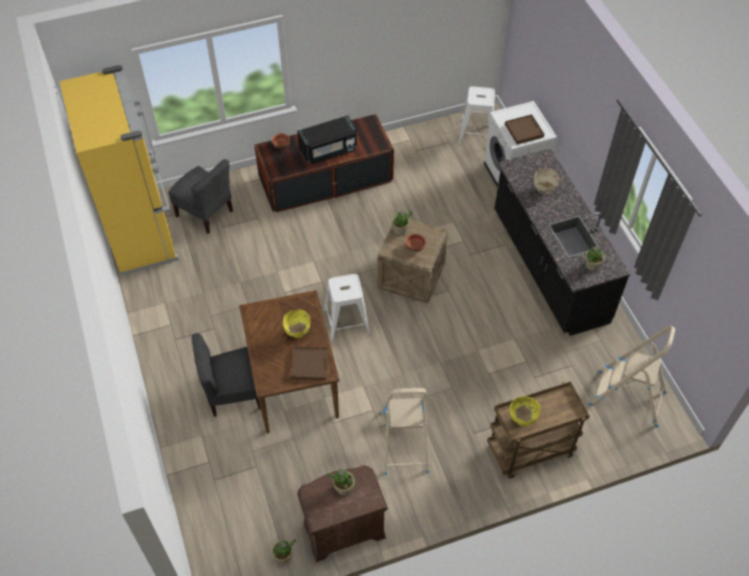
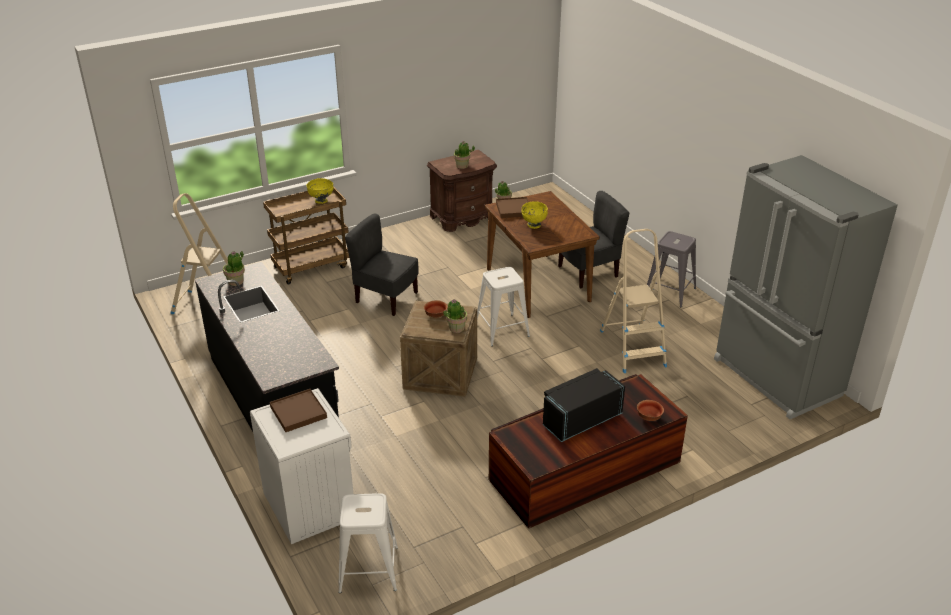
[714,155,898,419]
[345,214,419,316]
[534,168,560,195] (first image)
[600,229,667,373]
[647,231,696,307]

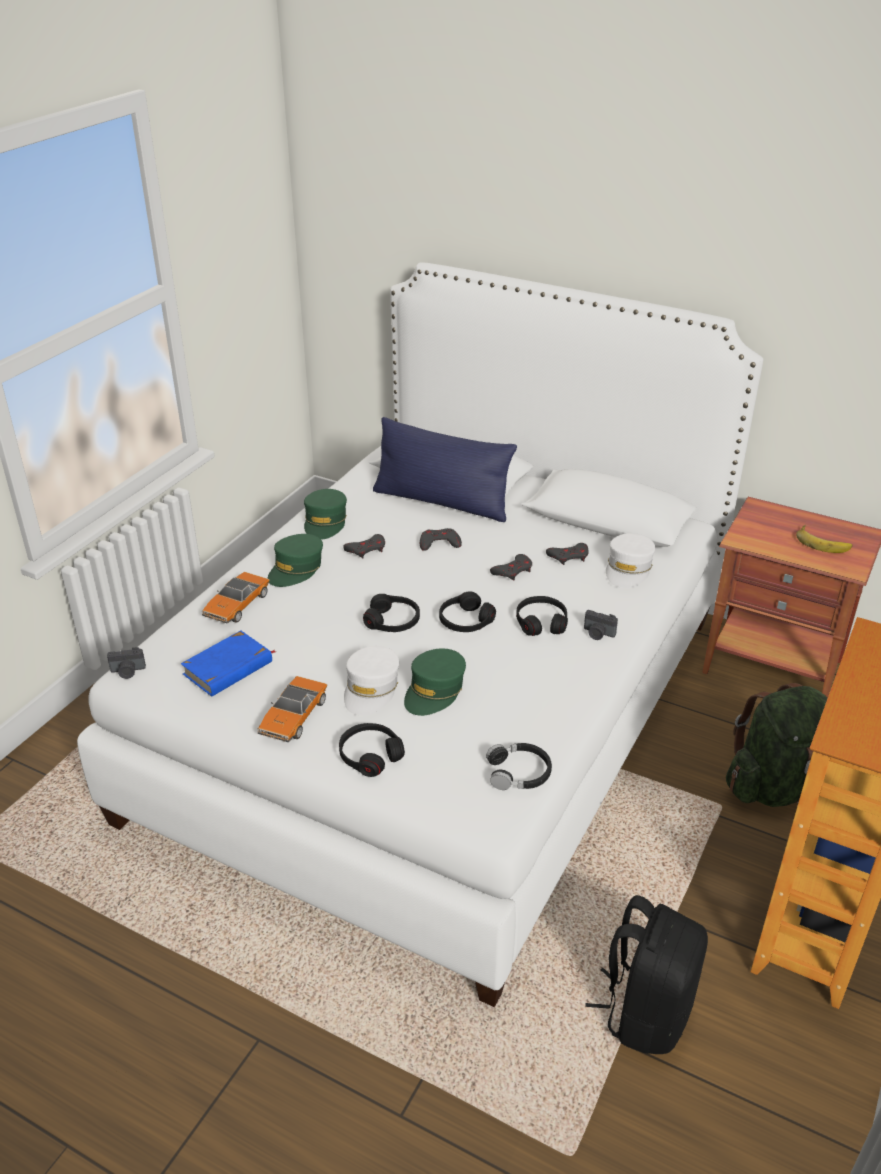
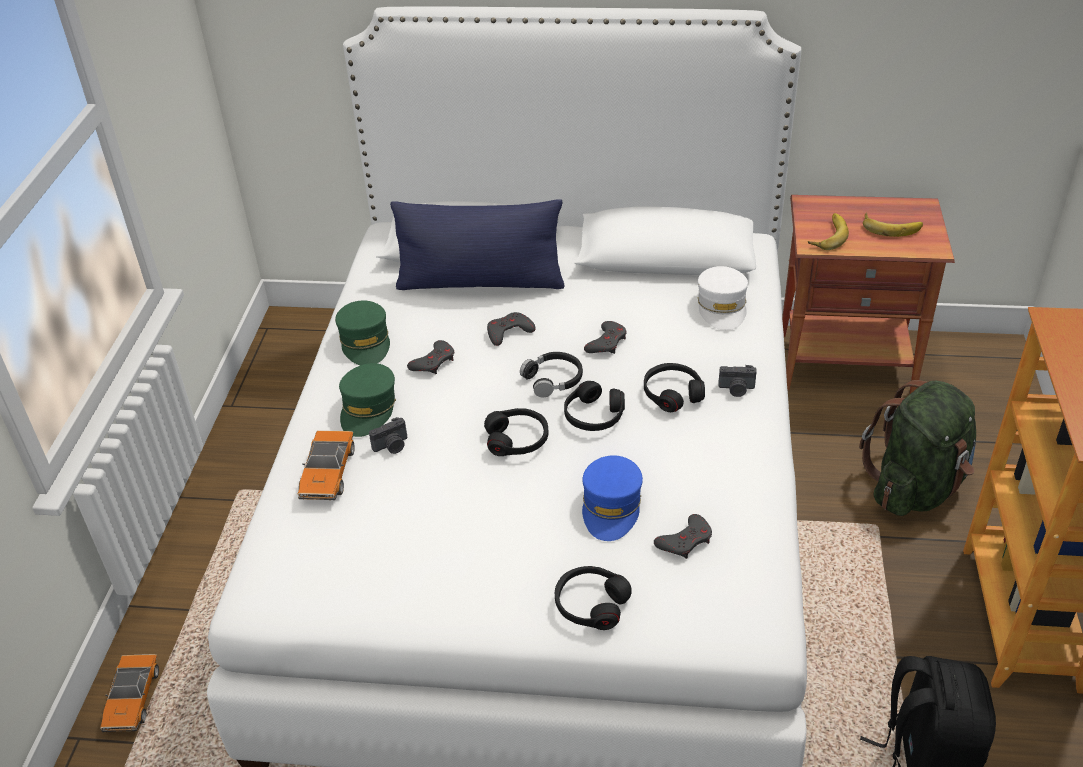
[654,514,712,559]
[181,630,276,697] (first image)
[344,646,399,716] (first image)
[369,417,407,454]
[582,455,643,541]
[100,654,159,732]
[520,352,583,397]
[808,213,849,250]

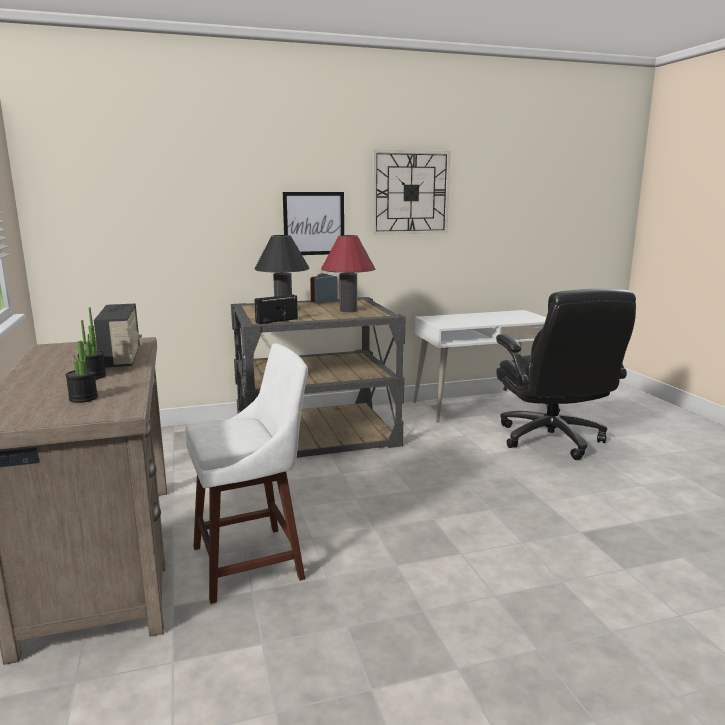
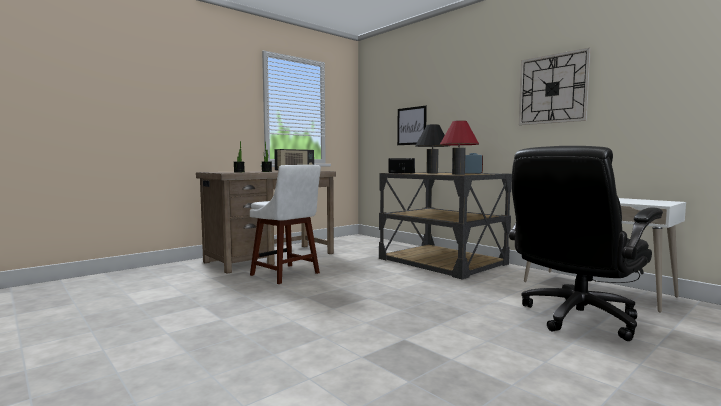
[397,106,427,145]

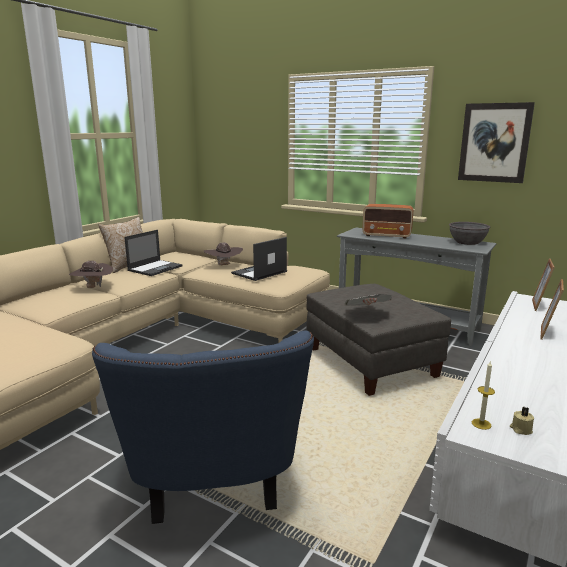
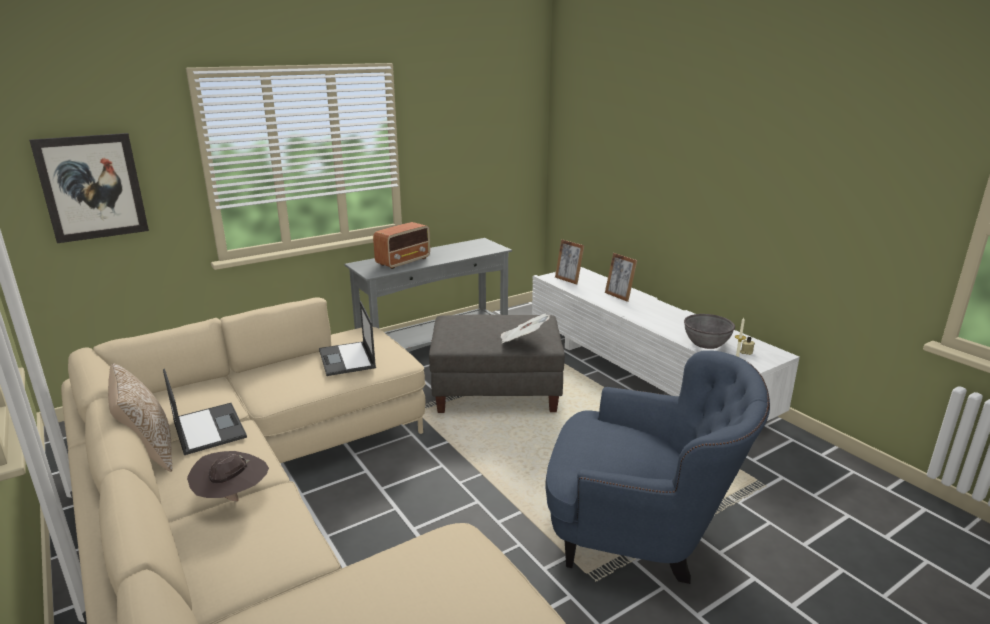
[29,133,149,243]
[684,314,735,349]
[204,242,243,265] (first image)

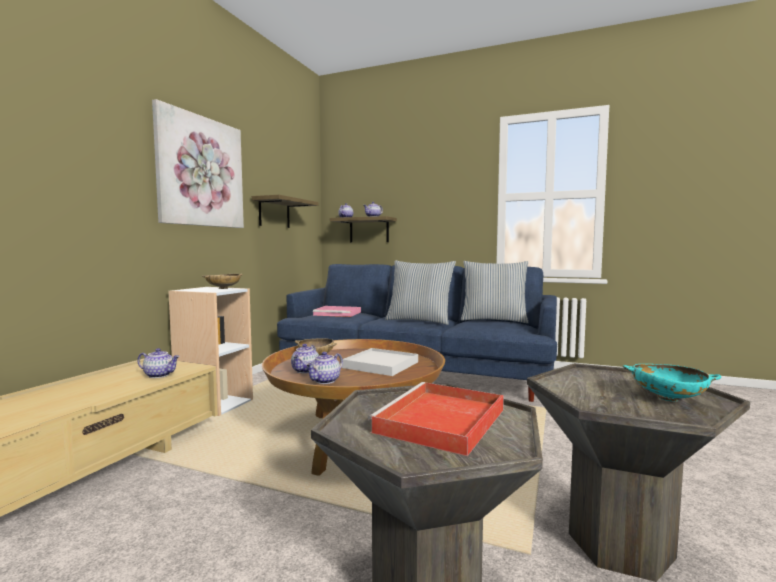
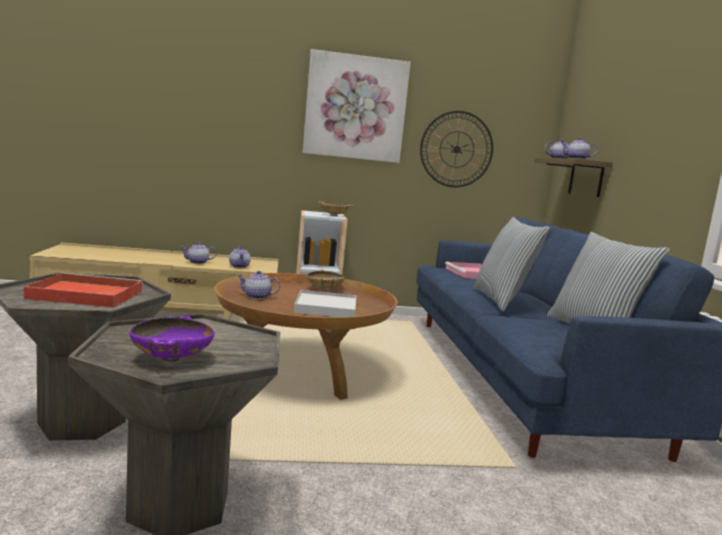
[420,111,493,187]
[180,242,217,264]
[130,316,214,362]

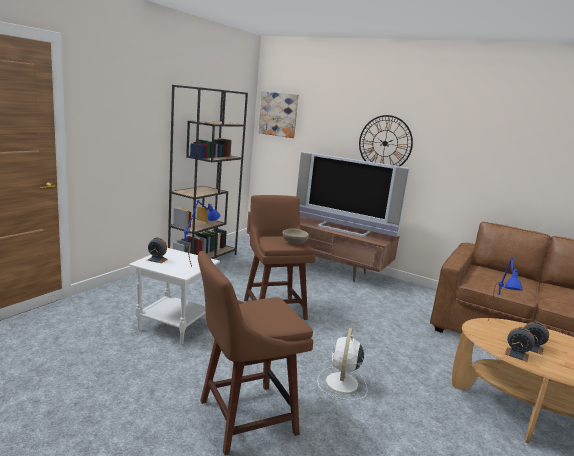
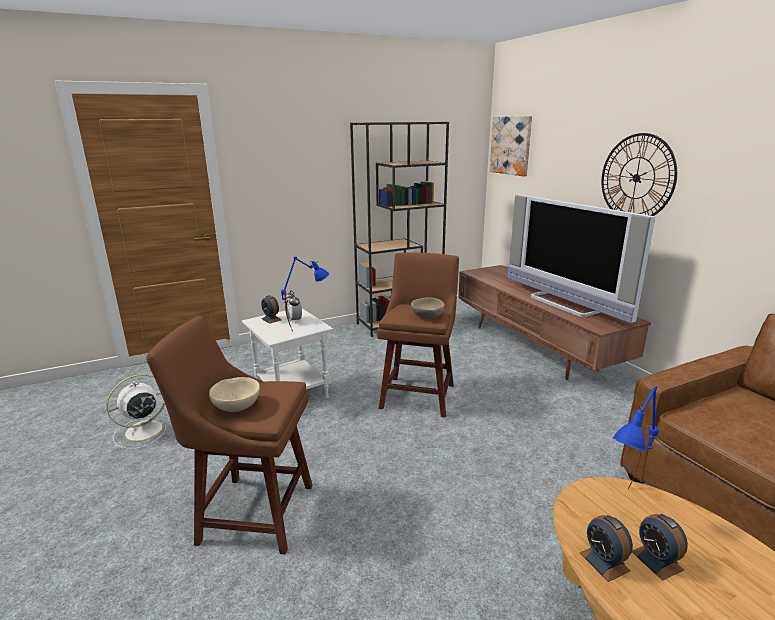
[106,374,170,449]
[285,291,302,323]
[209,377,260,412]

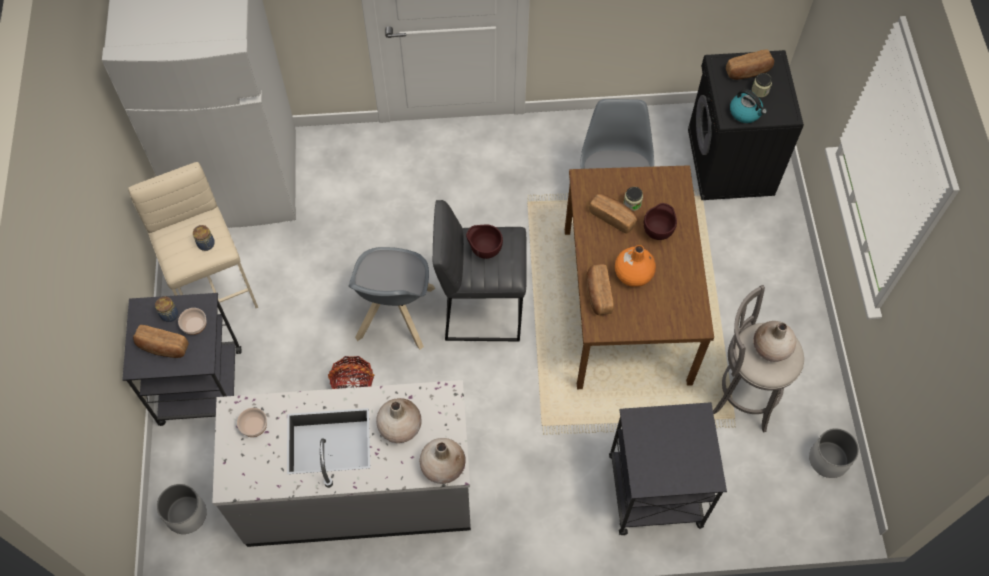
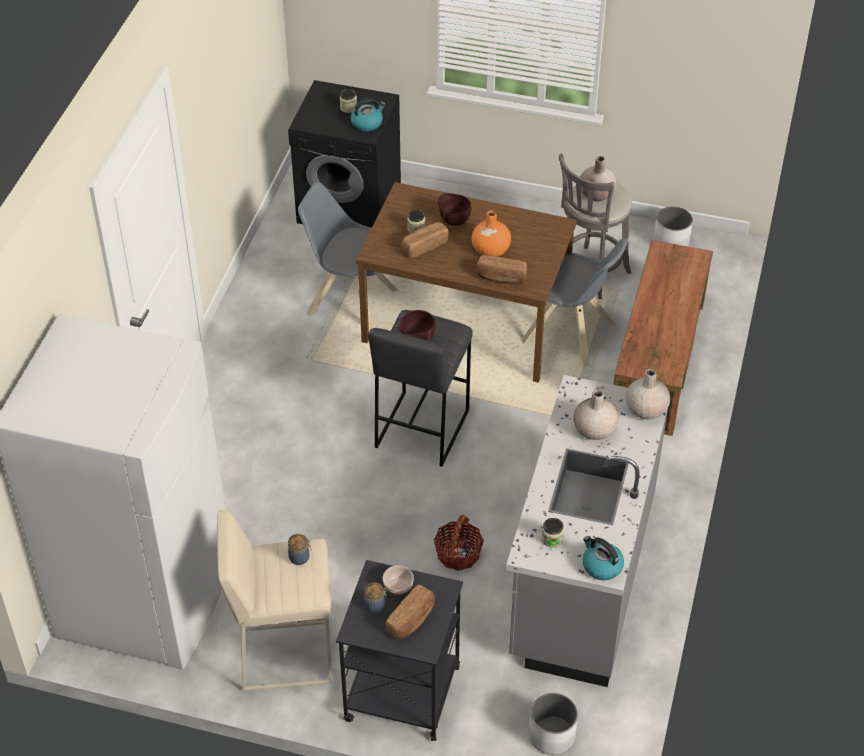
[726,50,774,80] (first image)
[521,238,628,367]
[613,240,713,436]
[541,518,564,548]
[582,536,624,580]

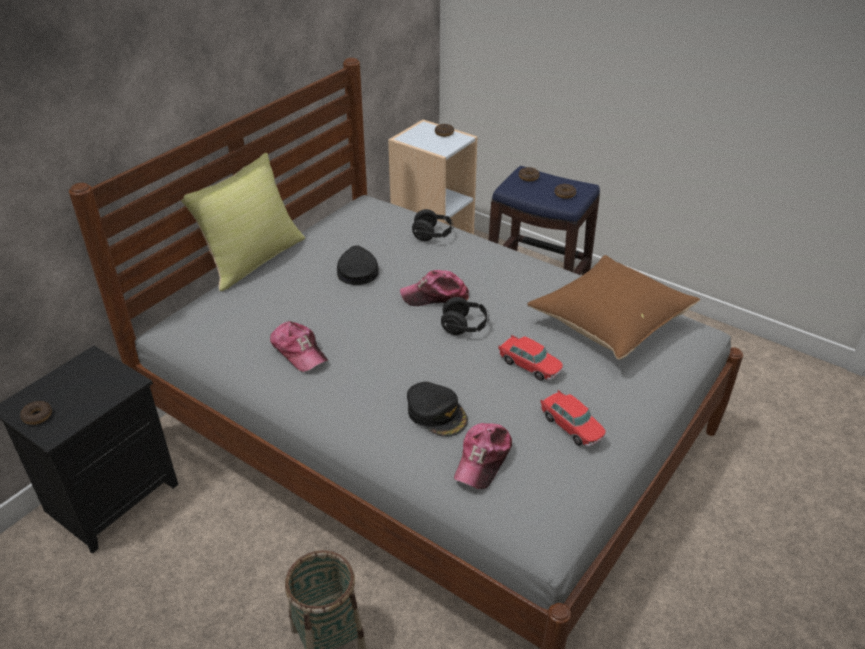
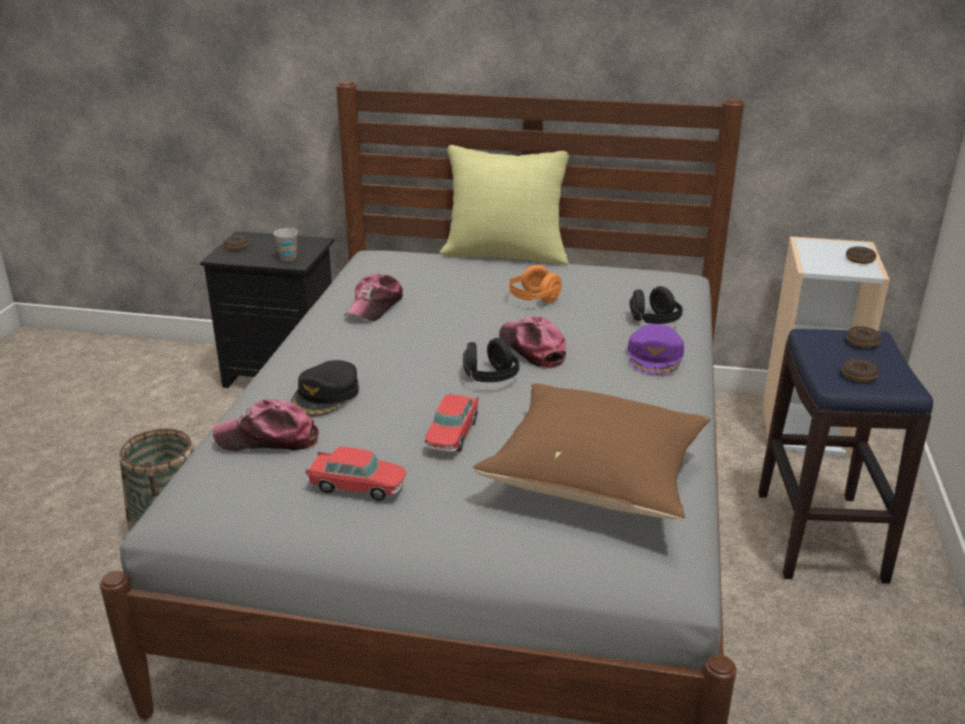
[508,265,562,303]
[306,446,406,501]
[274,228,298,261]
[628,324,684,375]

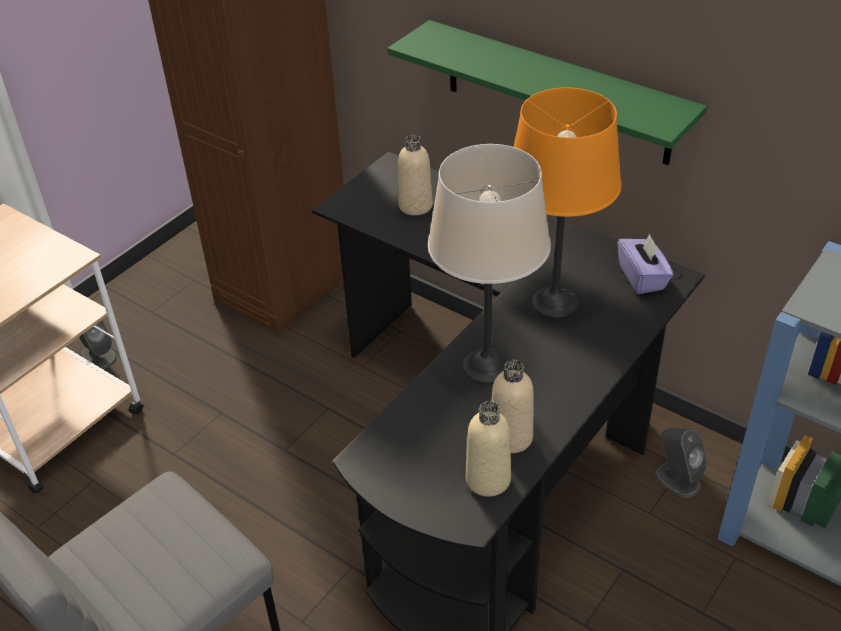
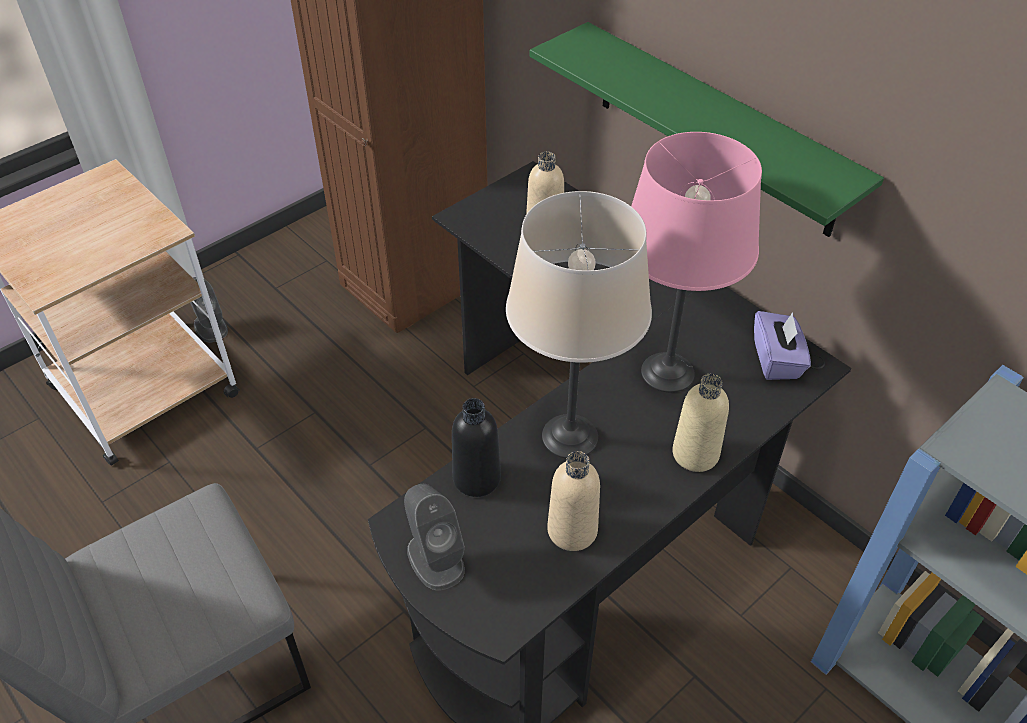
[631,132,762,392]
[672,374,729,472]
[404,484,465,590]
[452,398,501,497]

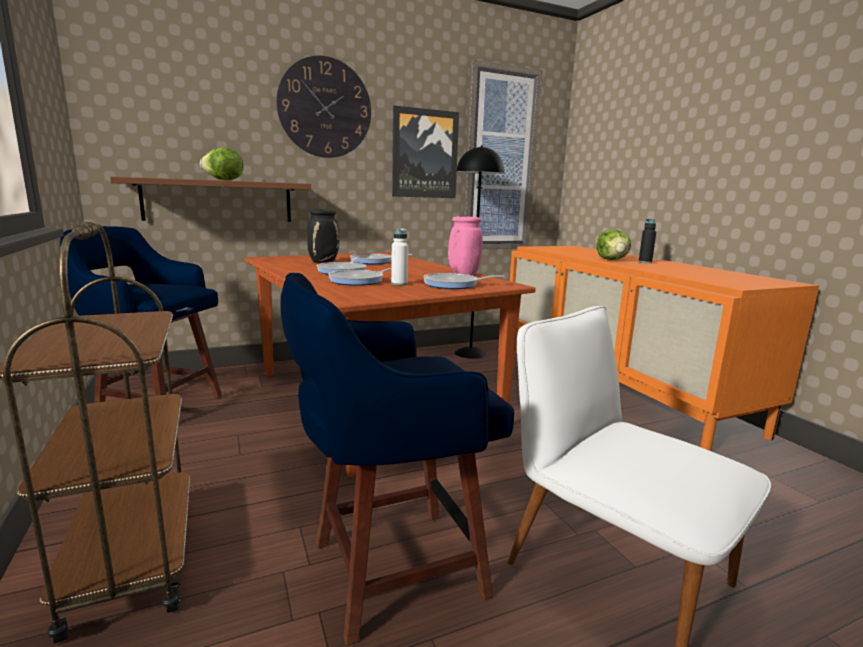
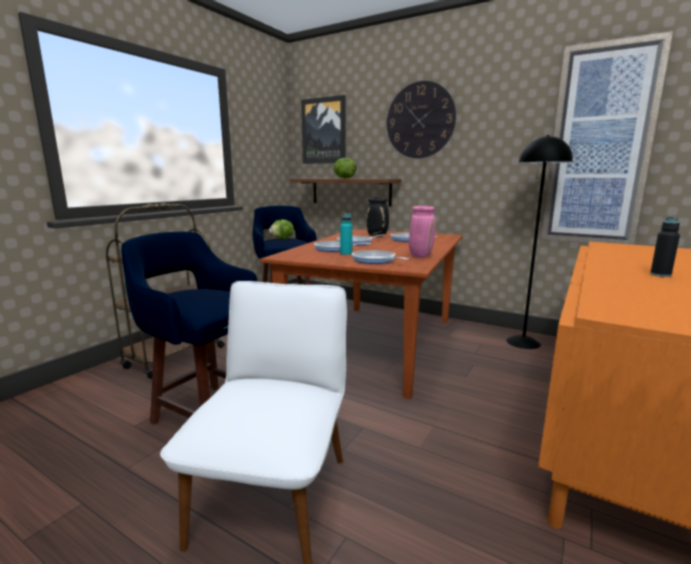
[301,95,345,164]
[340,213,352,255]
[269,219,294,239]

